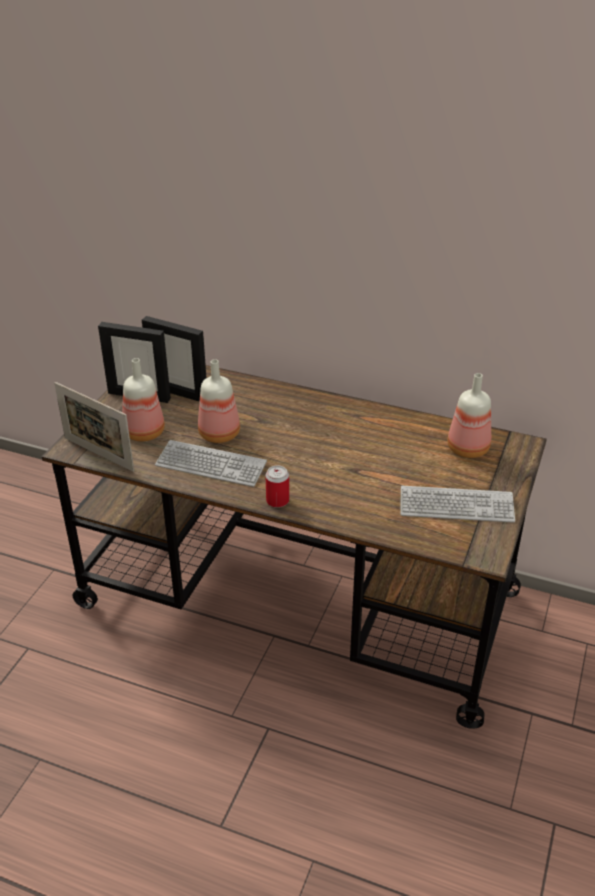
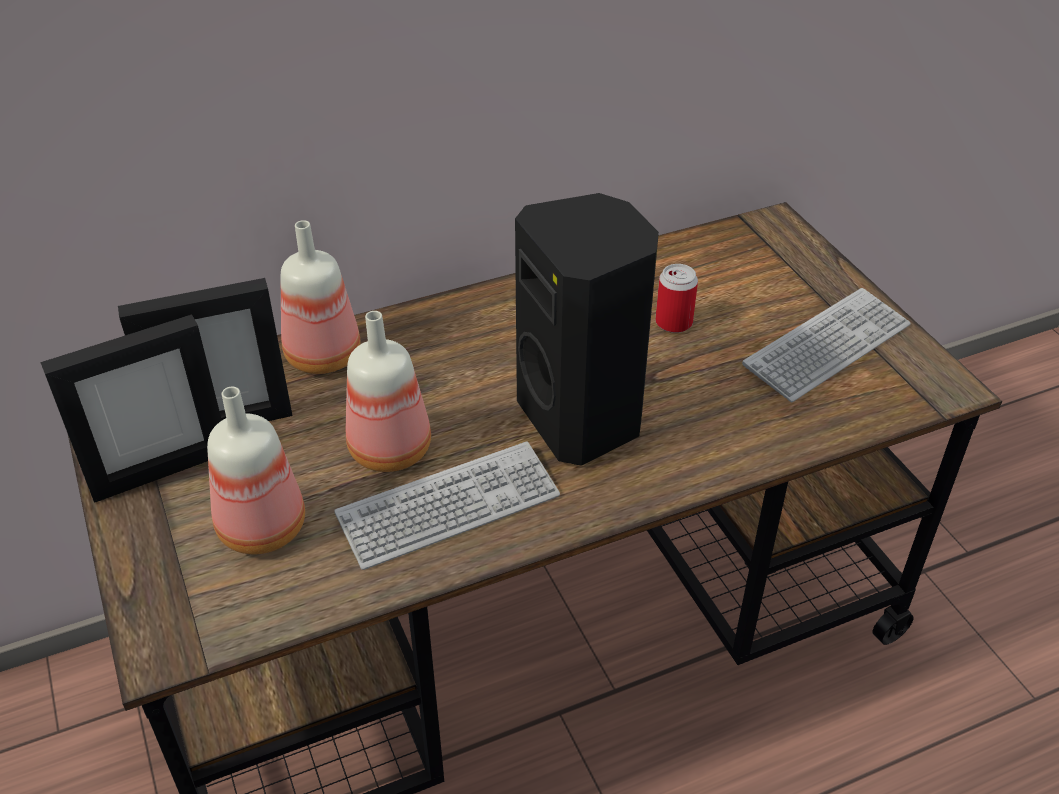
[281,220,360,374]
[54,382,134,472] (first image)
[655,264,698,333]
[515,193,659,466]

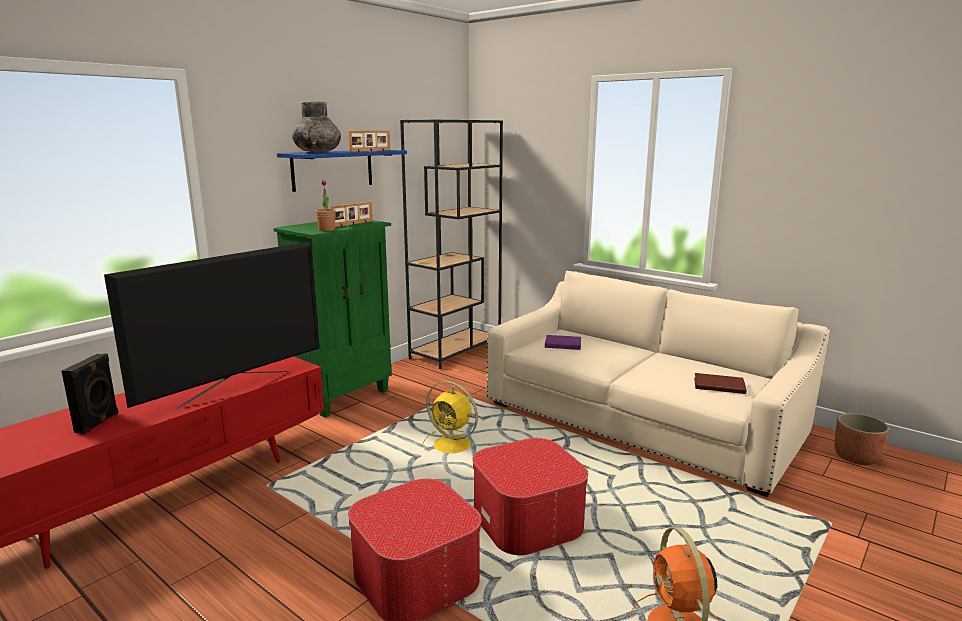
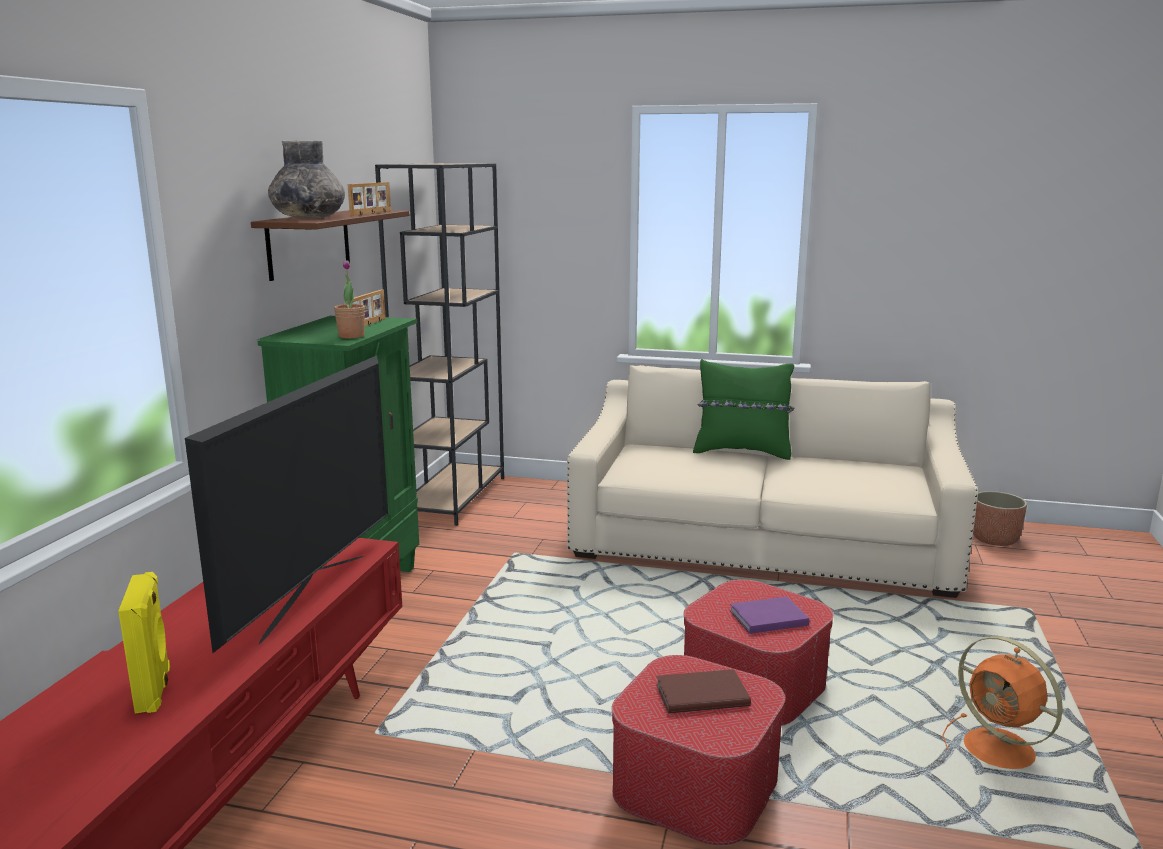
[251,210,409,281]
[730,596,809,634]
[118,572,170,713]
[656,669,751,714]
[422,381,478,453] (first image)
[693,359,795,460]

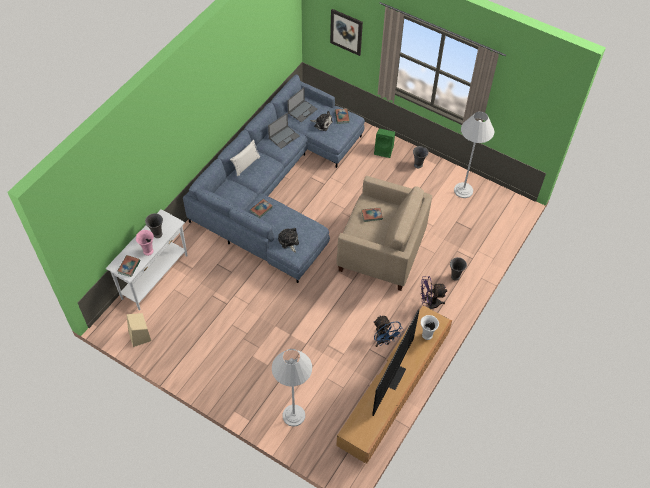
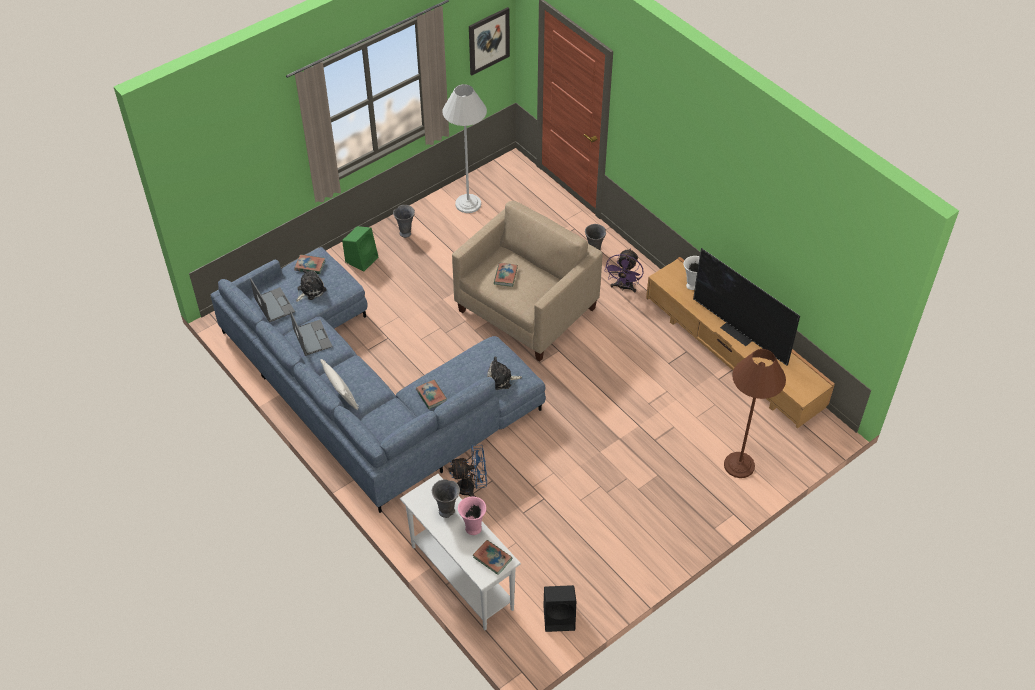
[469,7,510,75]
[543,585,576,632]
[448,445,487,497]
[724,349,786,478]

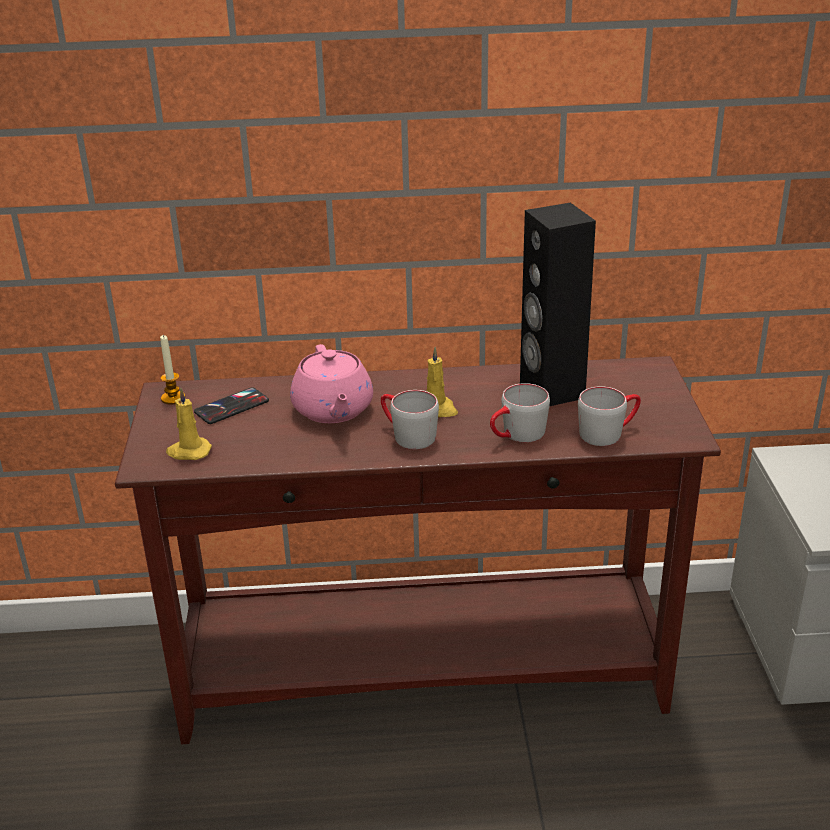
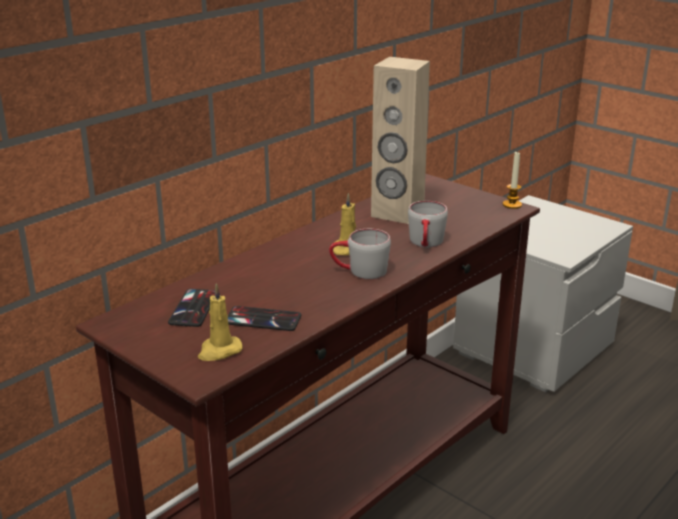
[371,57,430,224]
[503,151,522,209]
[290,344,373,423] (first image)
[578,386,641,446] (first image)
[228,306,301,331]

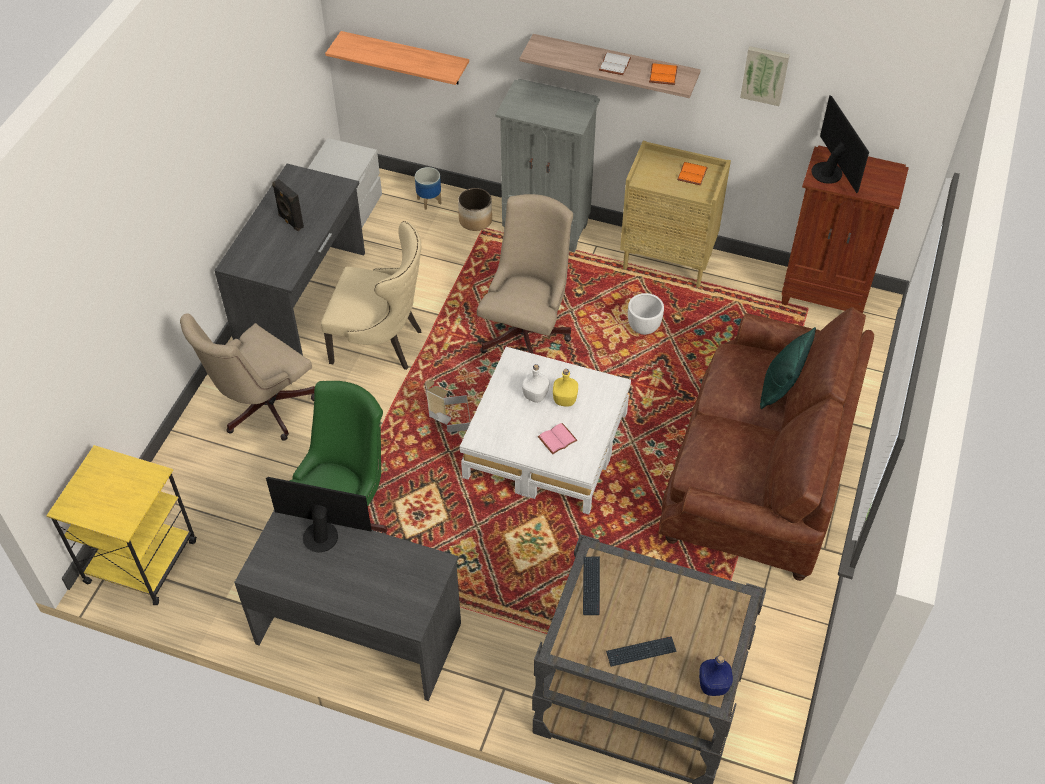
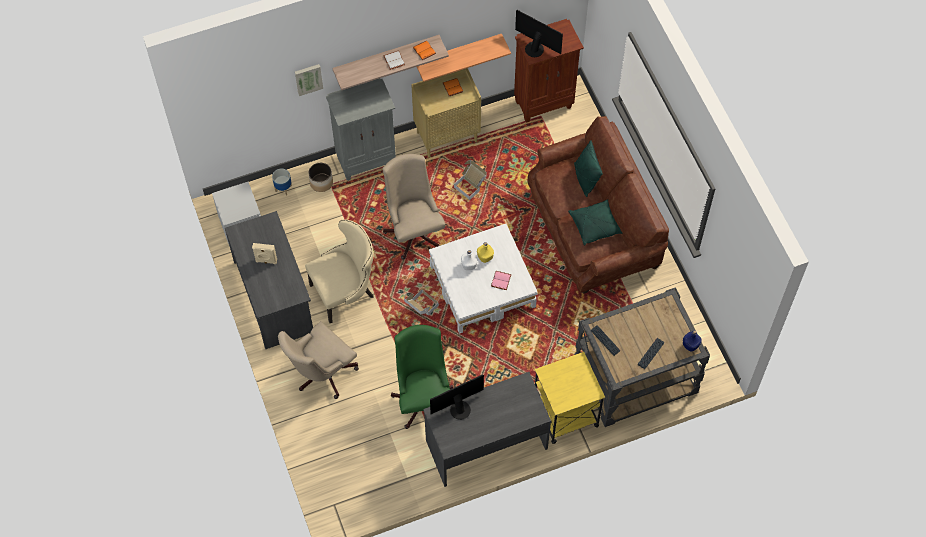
[417,34,511,82]
[295,64,323,96]
[252,243,277,264]
[454,160,487,200]
[278,321,359,399]
[535,352,605,444]
[568,199,623,246]

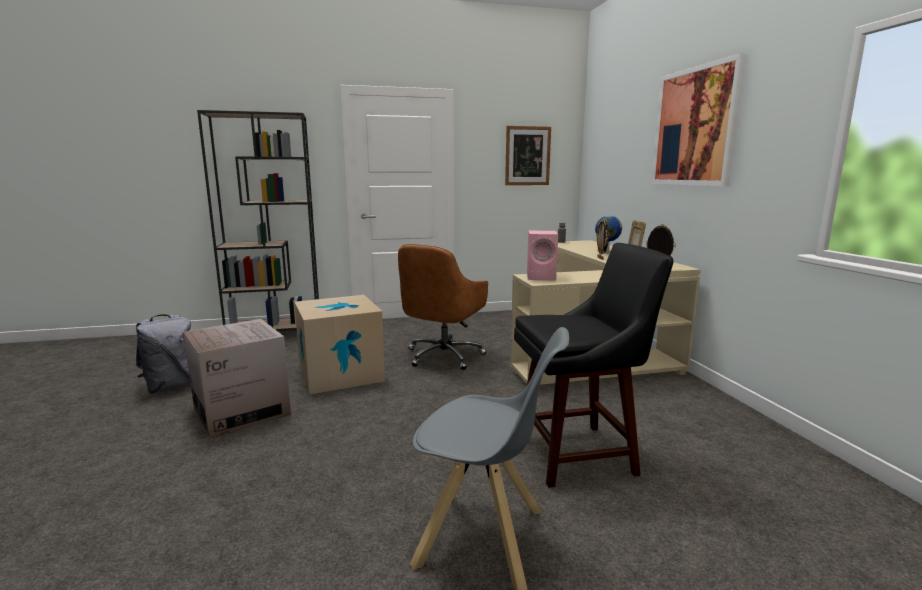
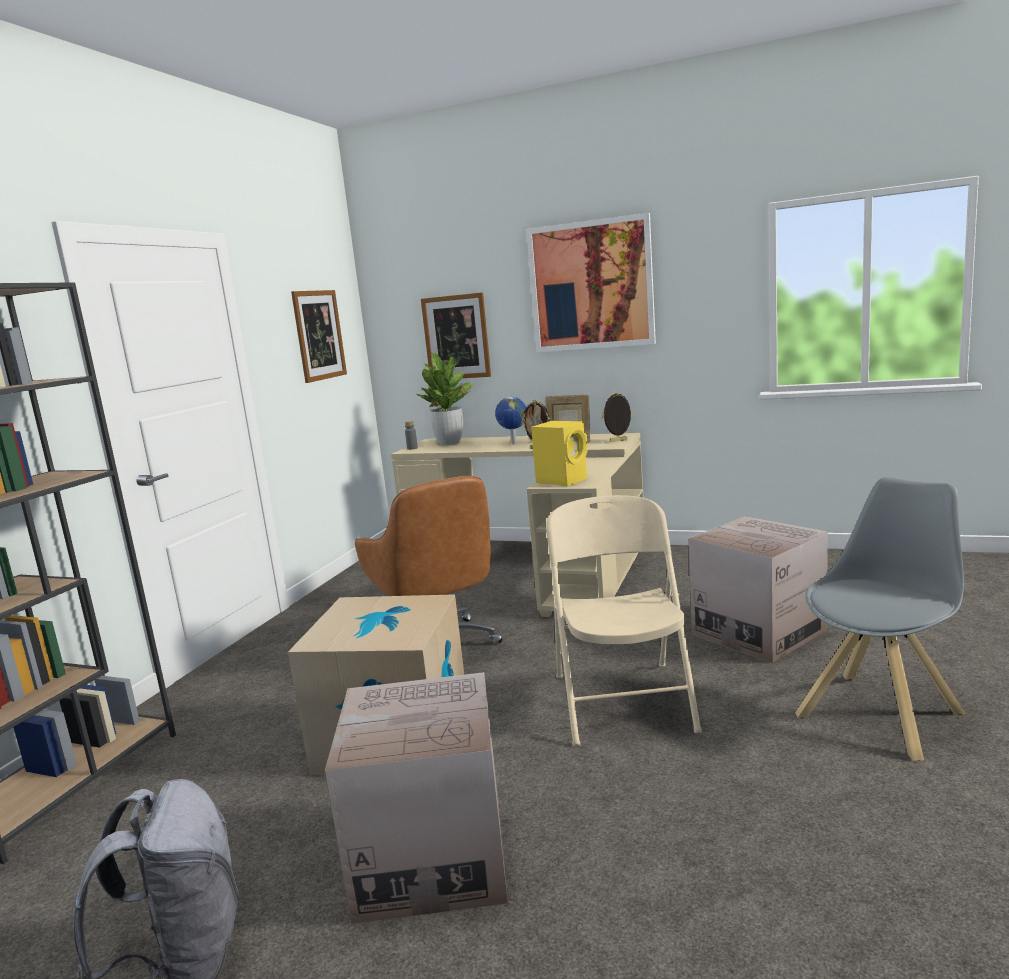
[531,421,588,486]
[688,516,828,663]
[421,292,491,378]
[417,353,473,445]
[546,495,702,747]

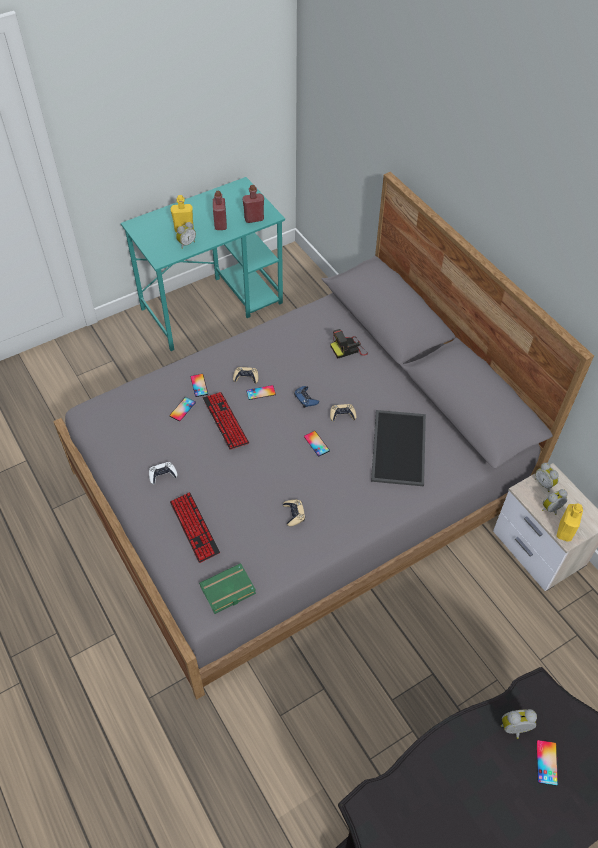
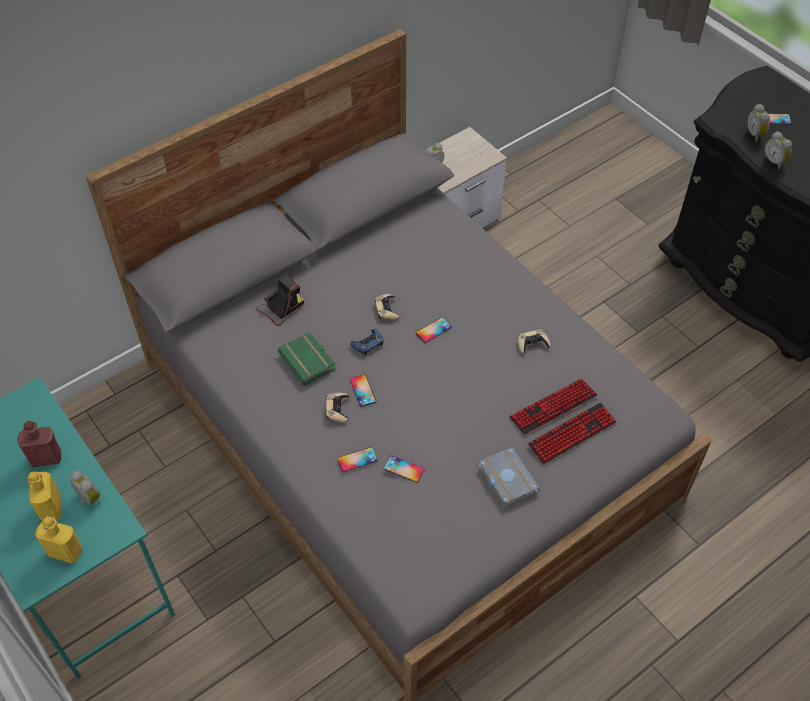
[242,185,264,223] (first image)
[256,274,304,326]
[509,379,597,435]
[371,410,426,486] (first image)
[478,447,540,508]
[764,131,792,169]
[35,516,82,564]
[278,332,335,385]

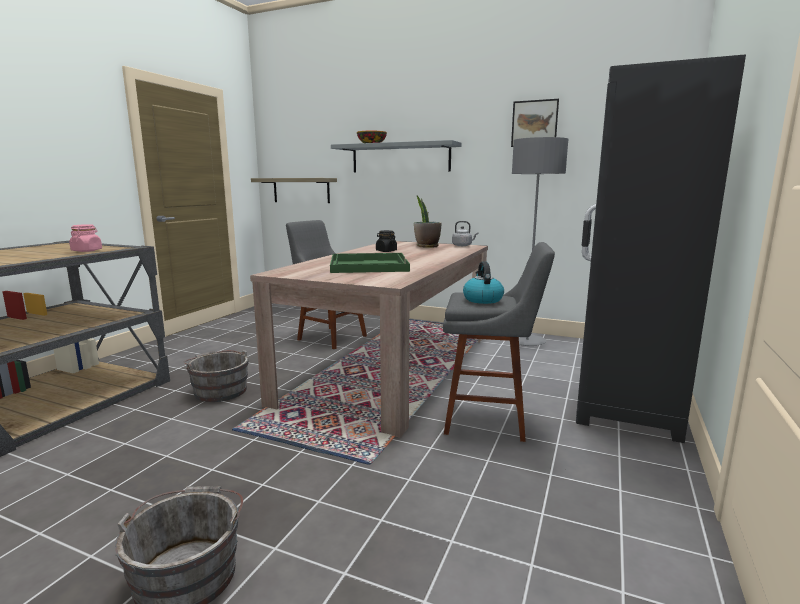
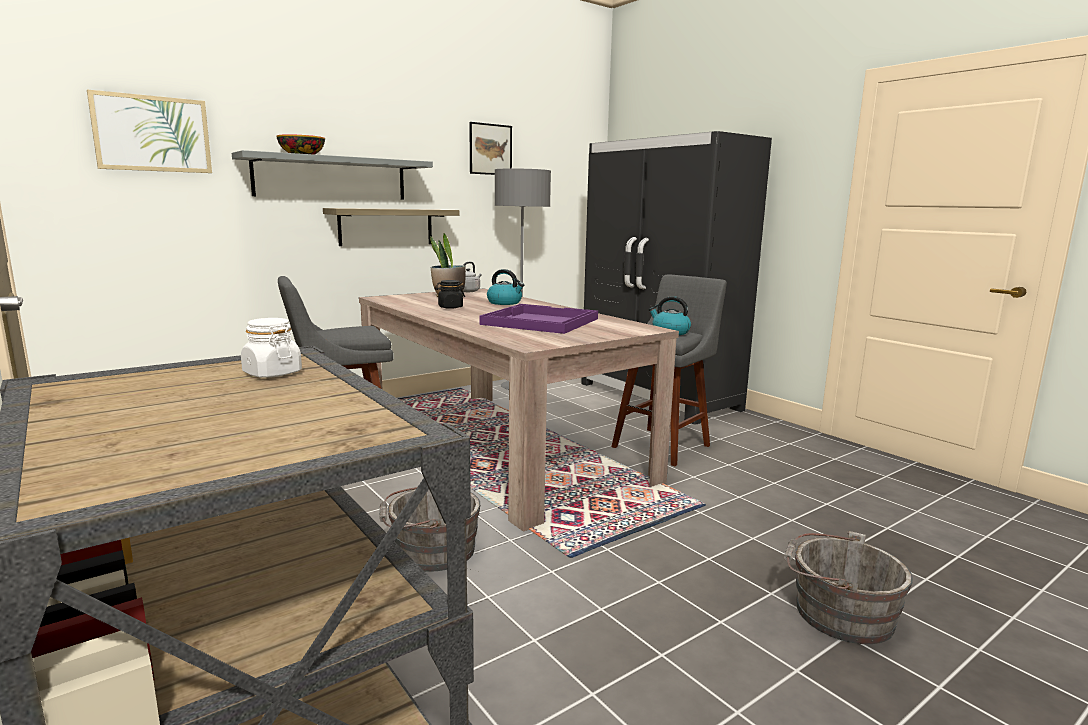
[323,208,460,246]
[241,318,302,378]
[479,304,598,334]
[87,89,212,173]
[487,269,524,305]

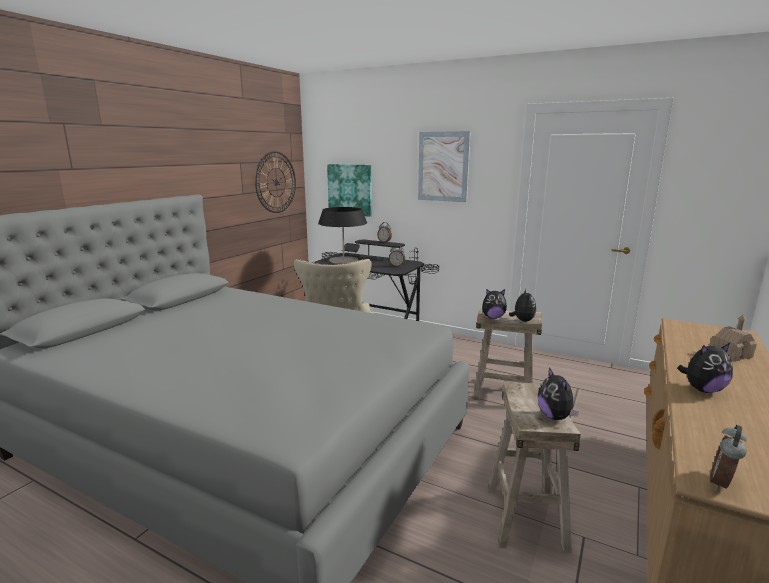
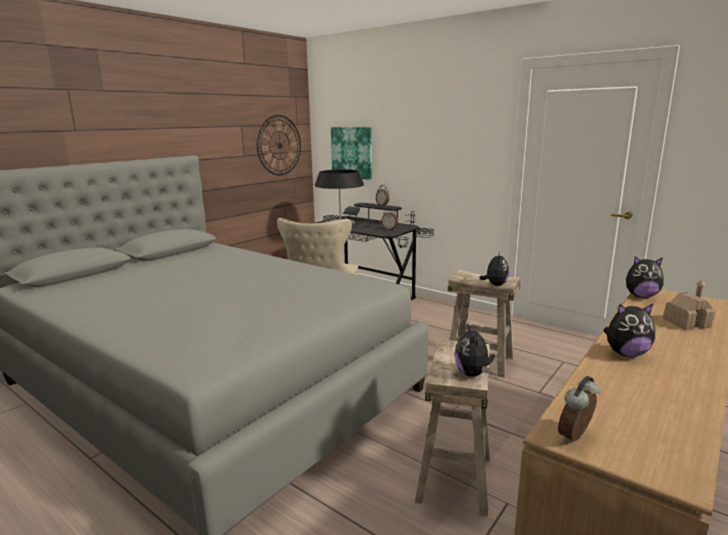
[418,131,471,202] (first image)
[626,256,664,298]

